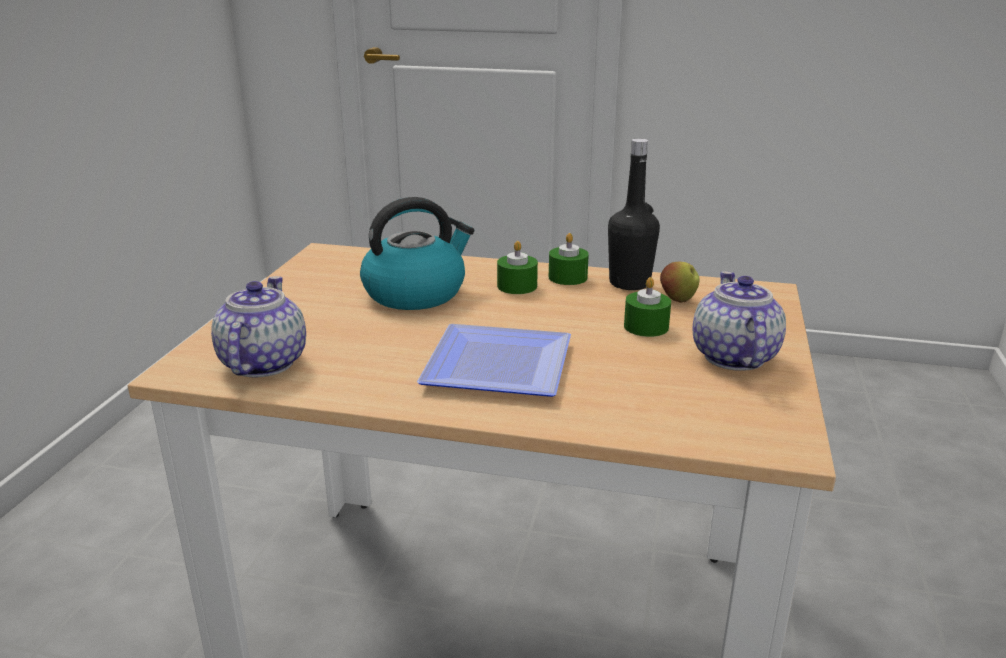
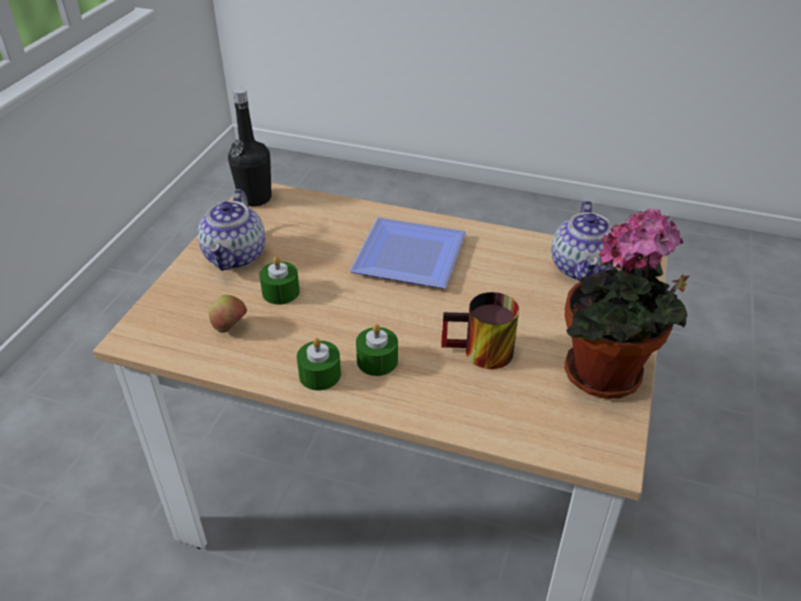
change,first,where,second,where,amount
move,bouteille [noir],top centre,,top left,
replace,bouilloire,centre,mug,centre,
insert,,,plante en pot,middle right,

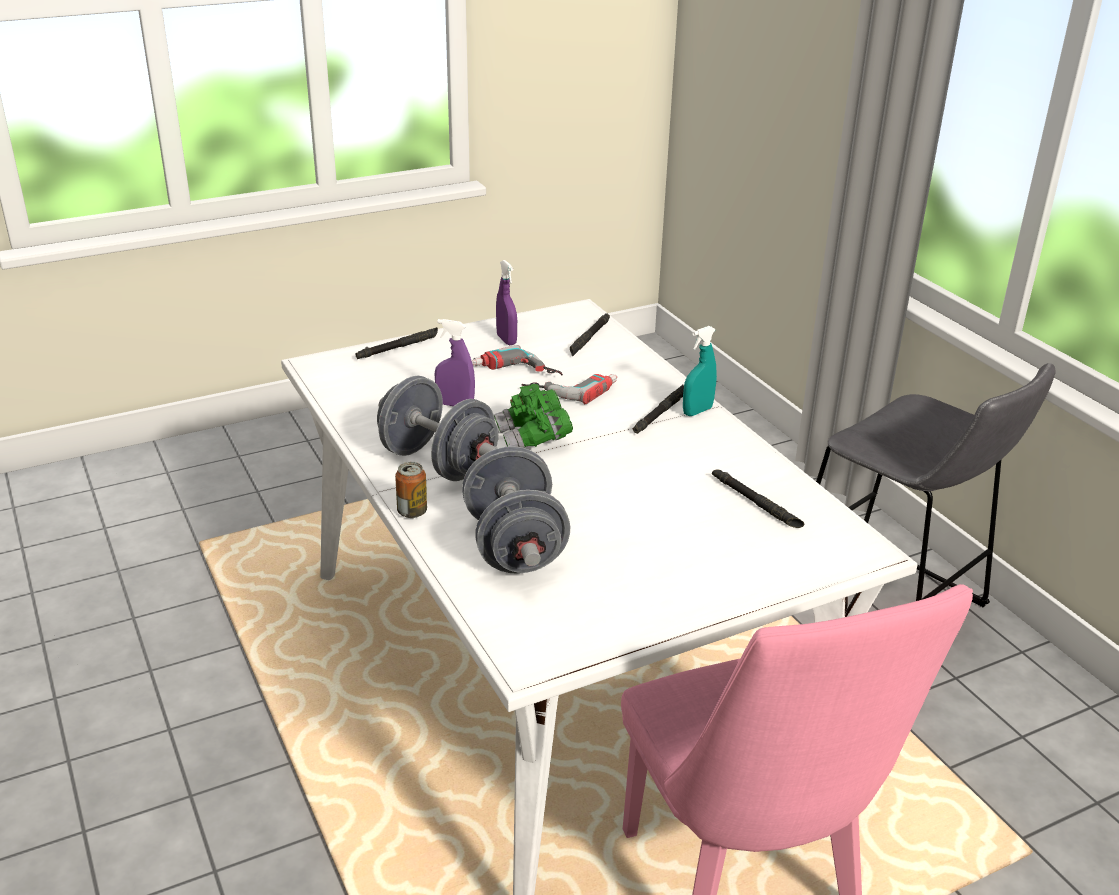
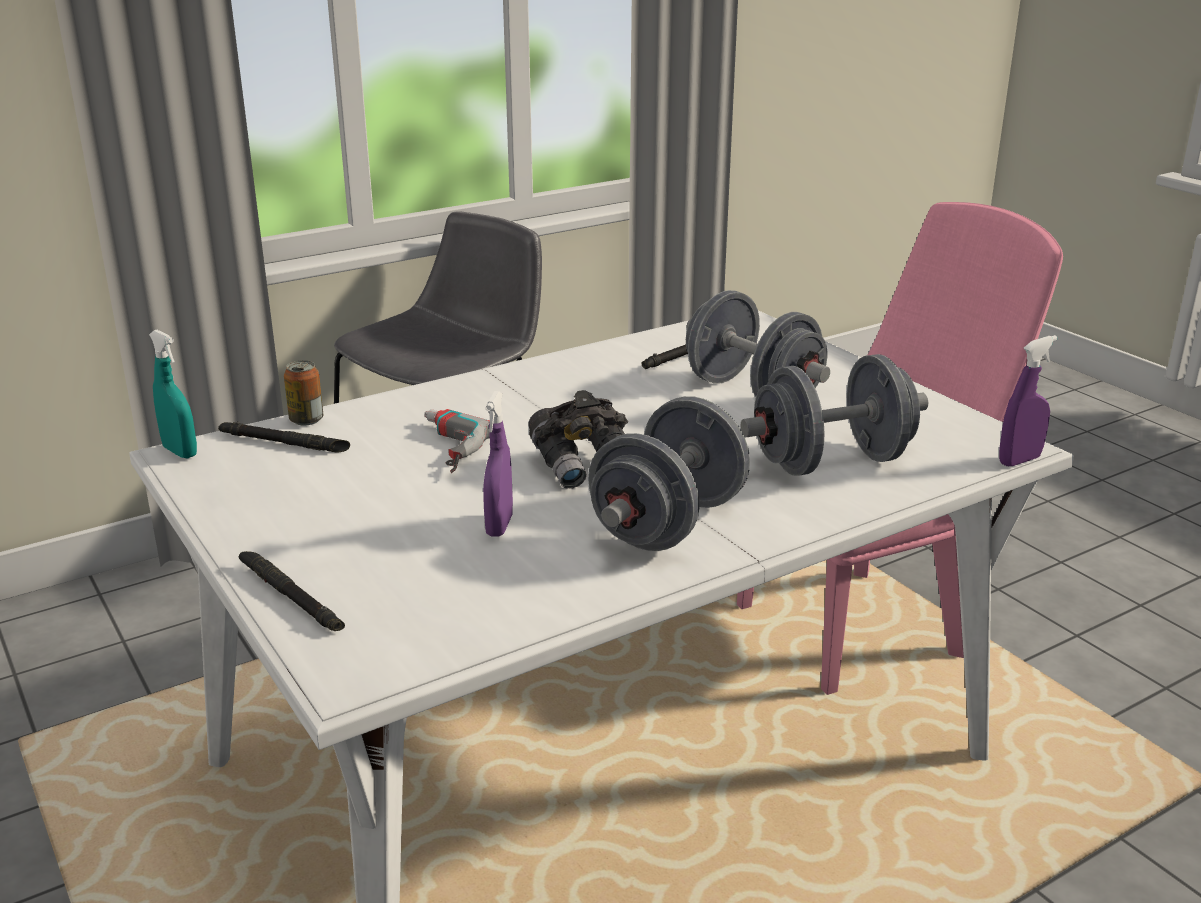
change,first,where,second,where,amount
move,vaporisateur [violet] (2nd from left),centre,,middle right,
move,vaporisateur [turquoise],centre,,middle left,
delete,perceuse (1st from left),centre,,,
recolor,jumelles [vert],centre,jumelles [gris],centre,
delete,lampe de poche [noir] (3rd from left),centre,,,
move,boîte métallique,centre,,middle left,
insert,,,haltère [gris] (2nd from left),centre,

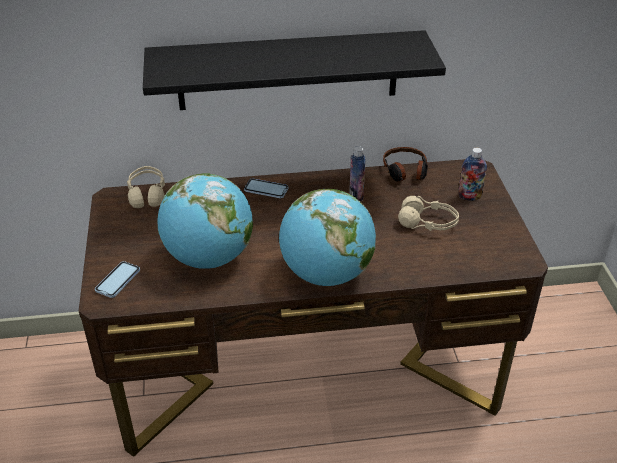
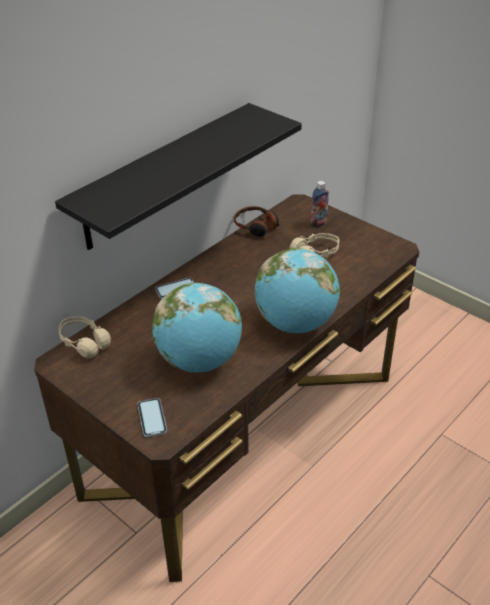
change,first,where,second,where,amount
delete,bouteille (1st from left),centre,,,

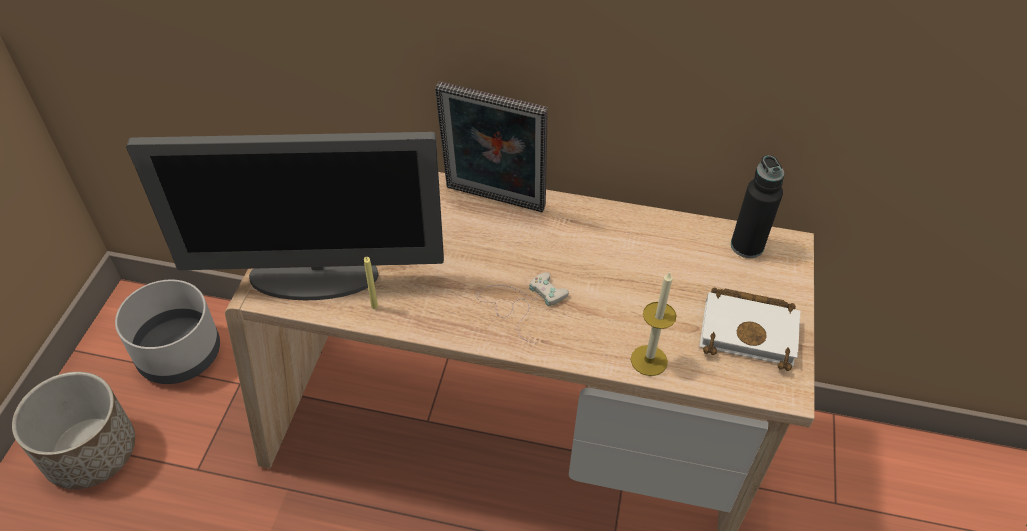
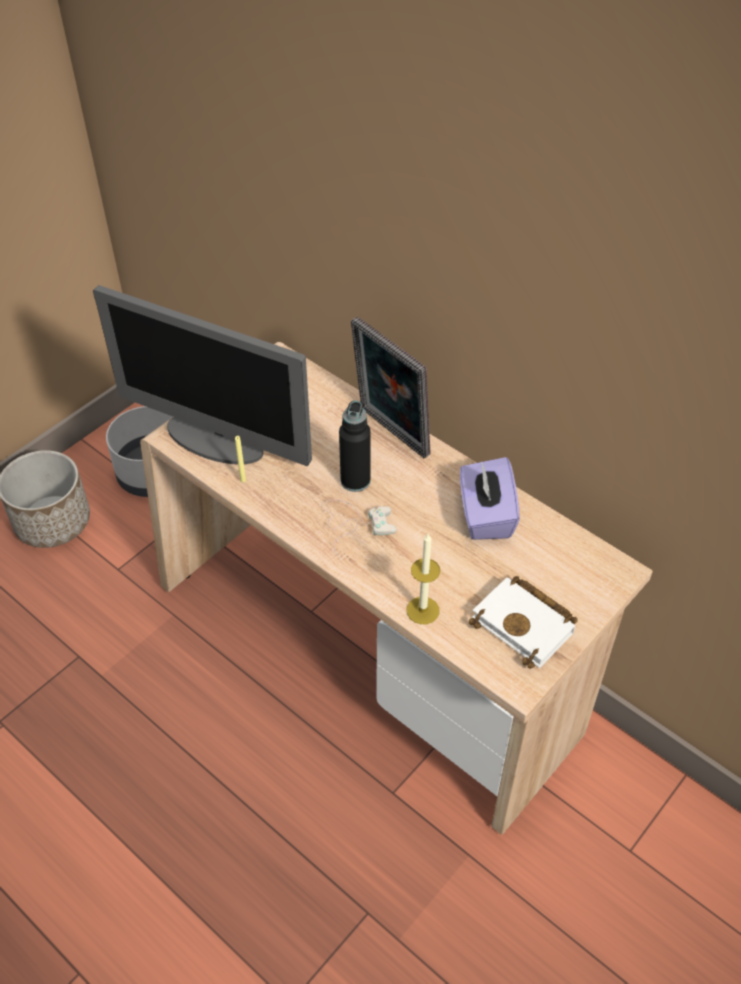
change,first,where,second,where,amount
move,bouteille [noir],middle right,,centre,
insert,,,boîte à mouchoirs [violet],centre,

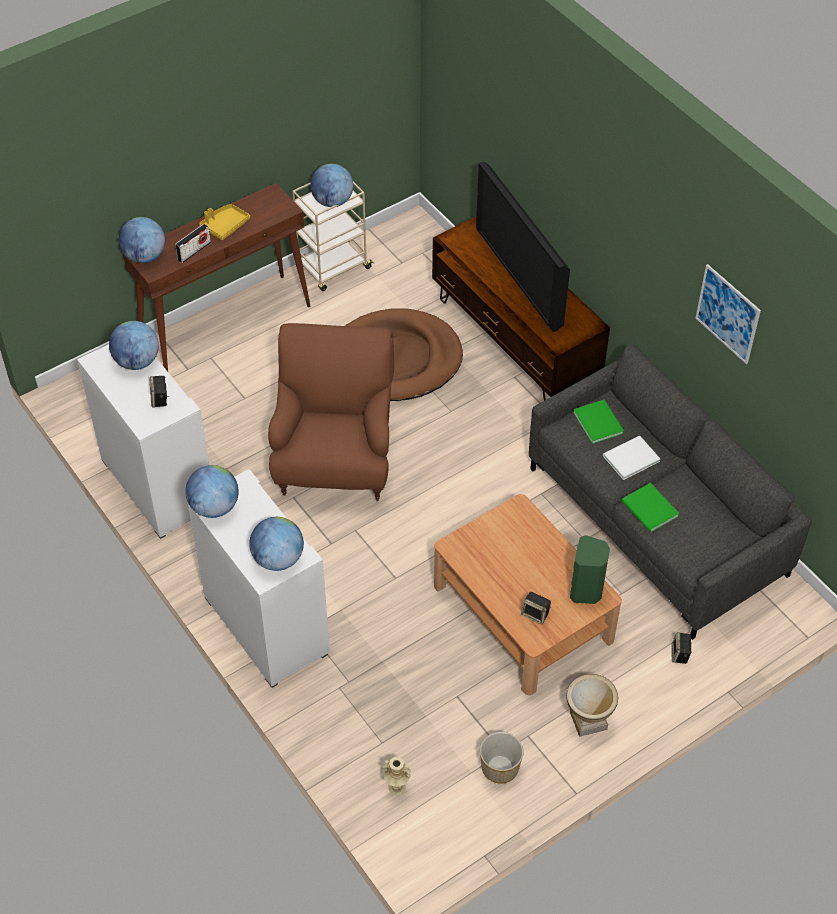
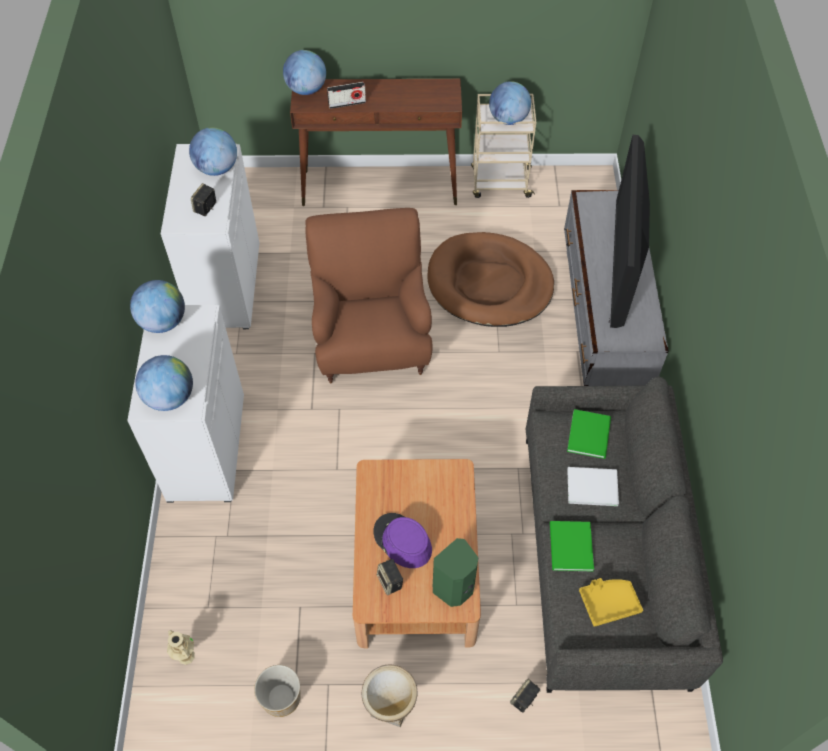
change,first,where,second,where,amount
move,plateau [jaune],top left,,bottom right,
recolor,meuble télé [marron],centre,meuble télé [gris],middle right,
delete,tableau,middle right,,,
rotate,fauteuil [marron],centre,,centre,45 degrees counterclockwise
insert,,,chapeau [violet],bottom centre,

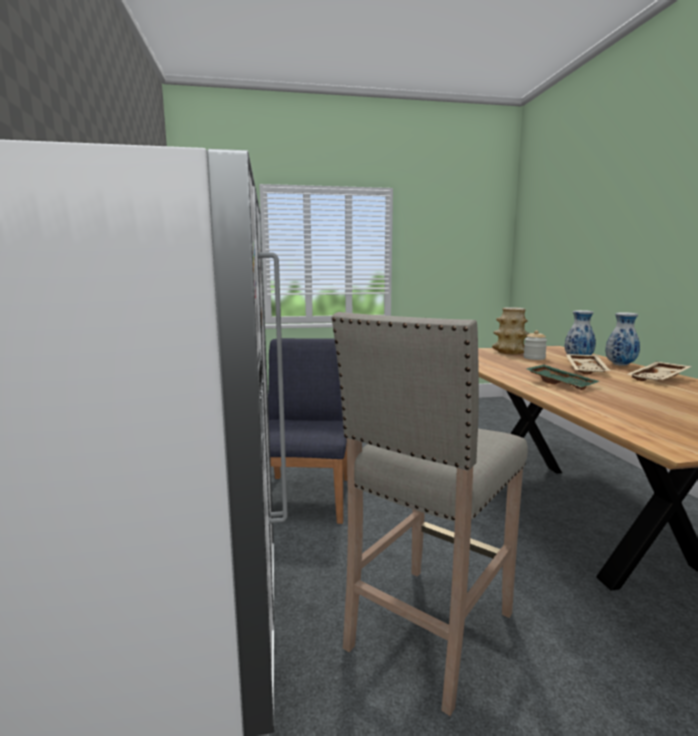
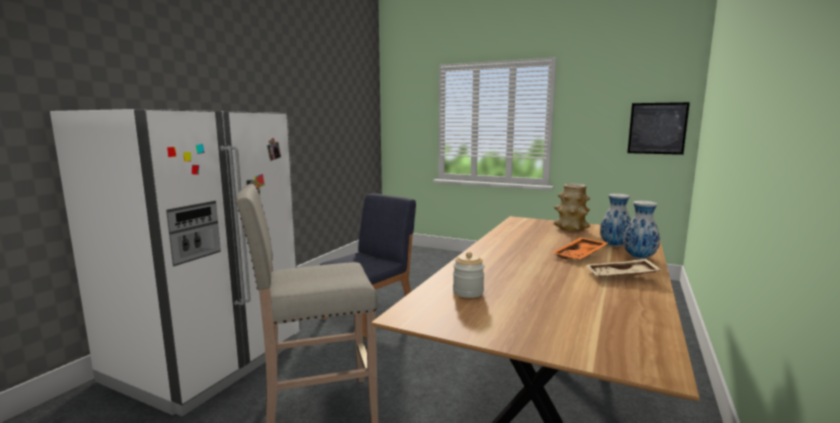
change,first,where,second,where,amount
move,bocal,middle right,,centre,
recolor,plateau [beige] (1st from left),middle right,plateau [orange],middle right,
delete,plateau [vert],middle right,,,
insert,,,tableau,top right,

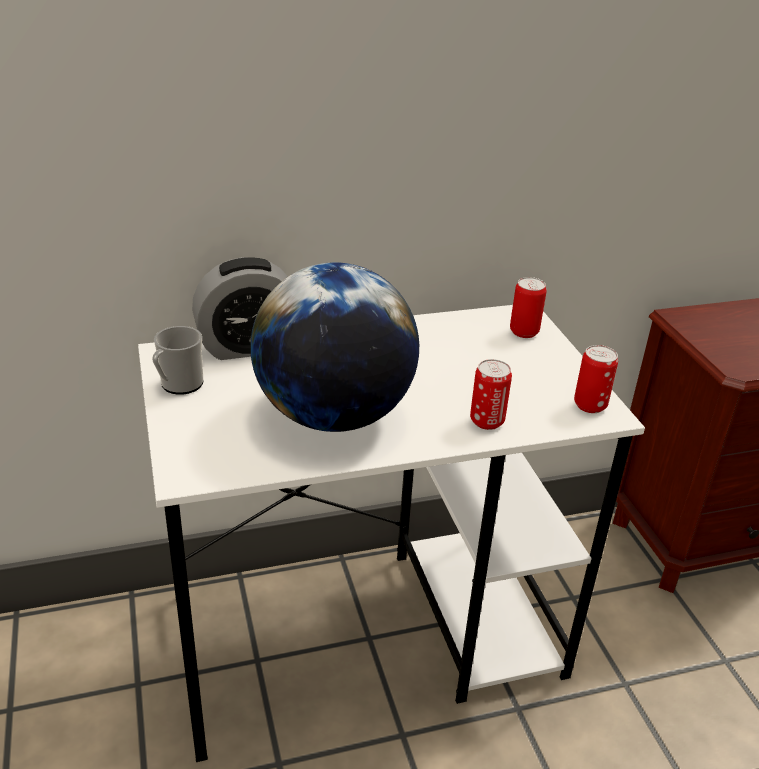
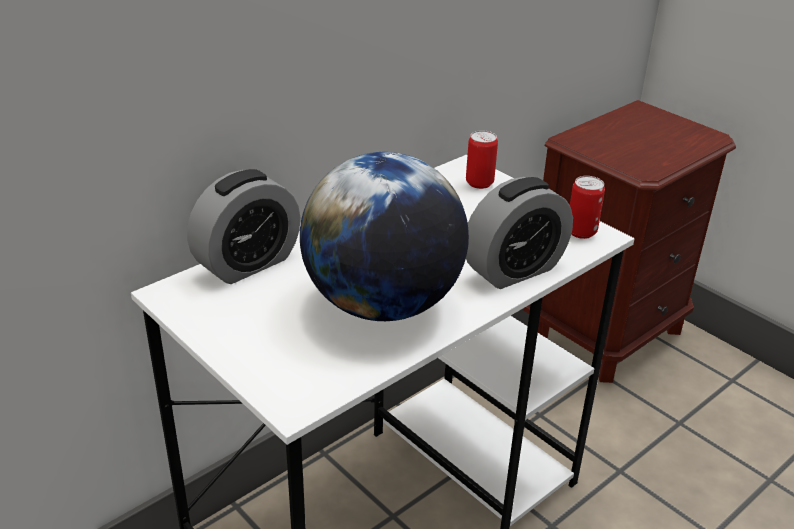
change,first,where,second,where,amount
delete,mug,middle left,,,
replace,boîte métallique (1st from left),centre,réveil (2nd from left),centre,

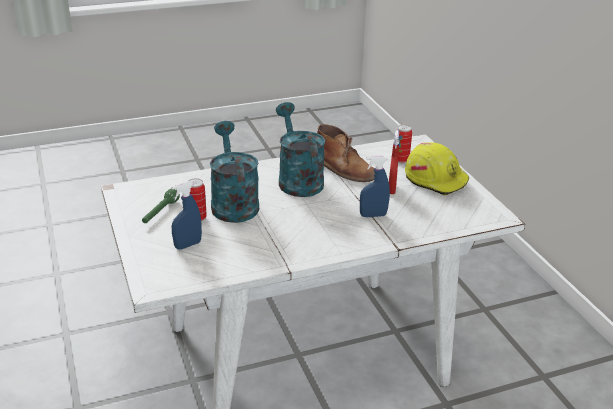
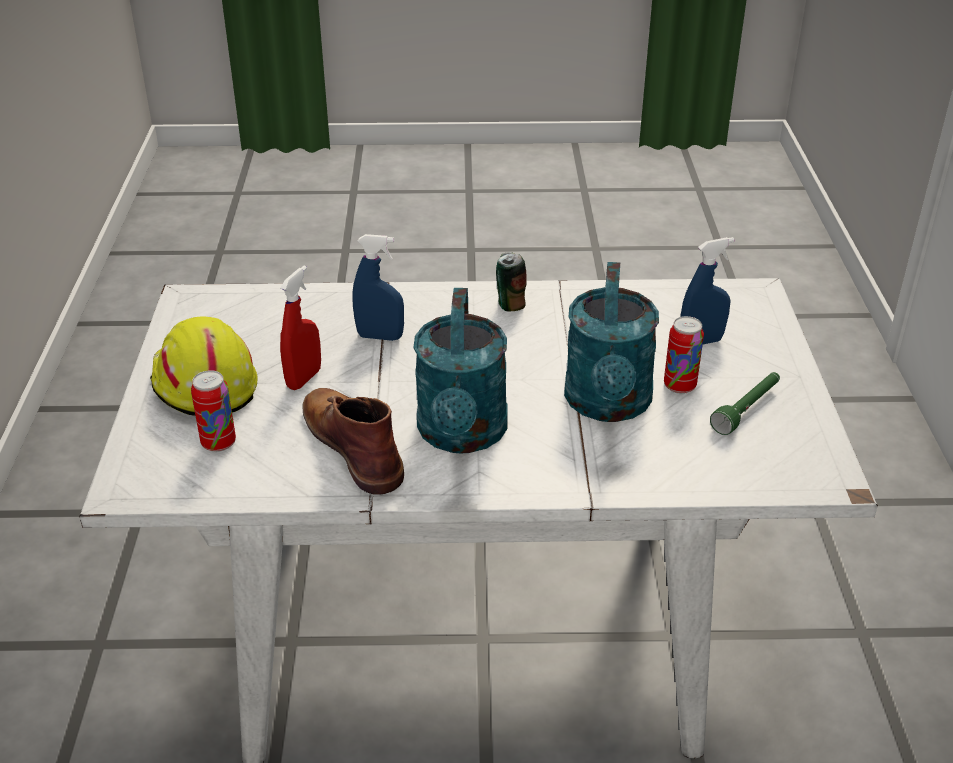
change,first,where,second,where,amount
insert,,,boîte métallique (2nd from left),centre,

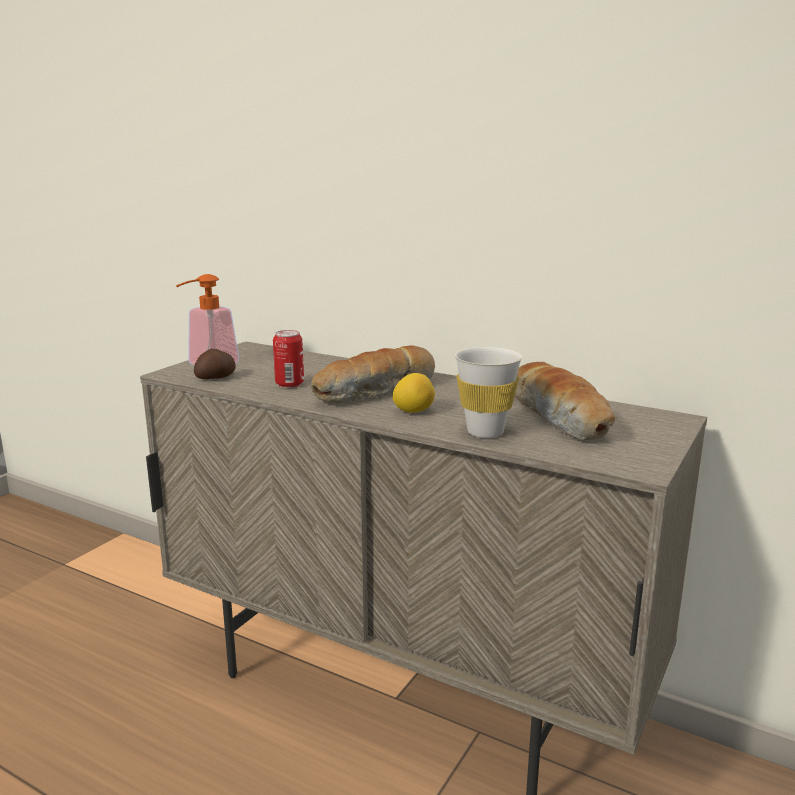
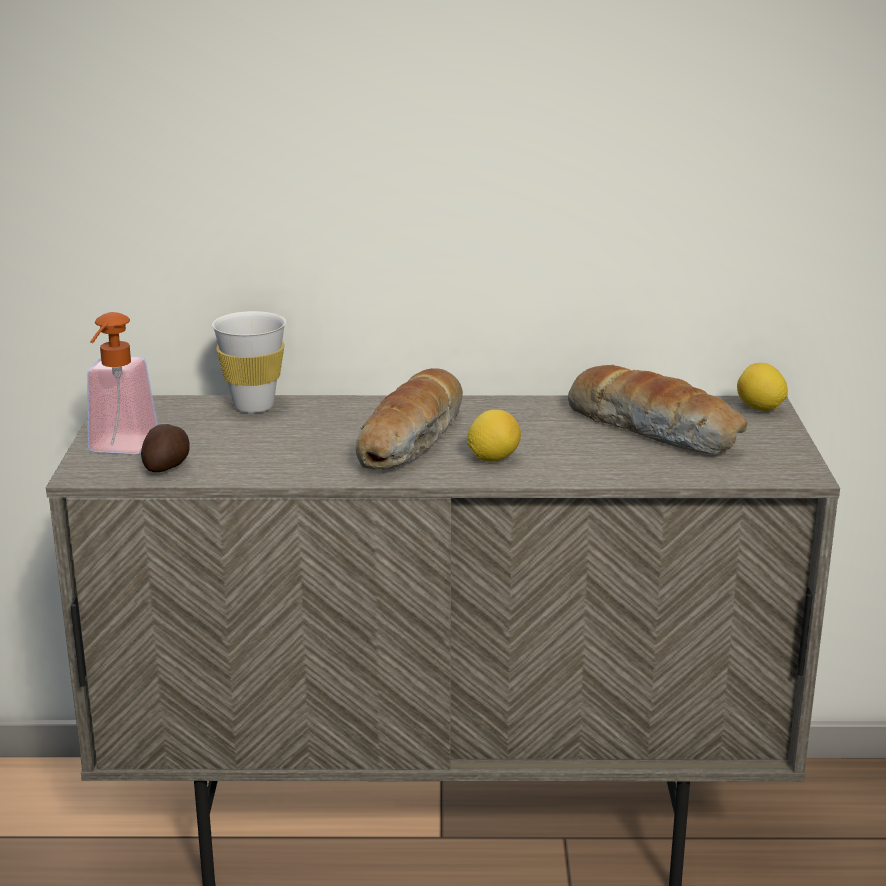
change,first,where,second,where,amount
delete,boîte métallique,centre,,,
move,tasse [blanc],centre,,middle left,
insert,,,citron (2nd from left),middle right,

